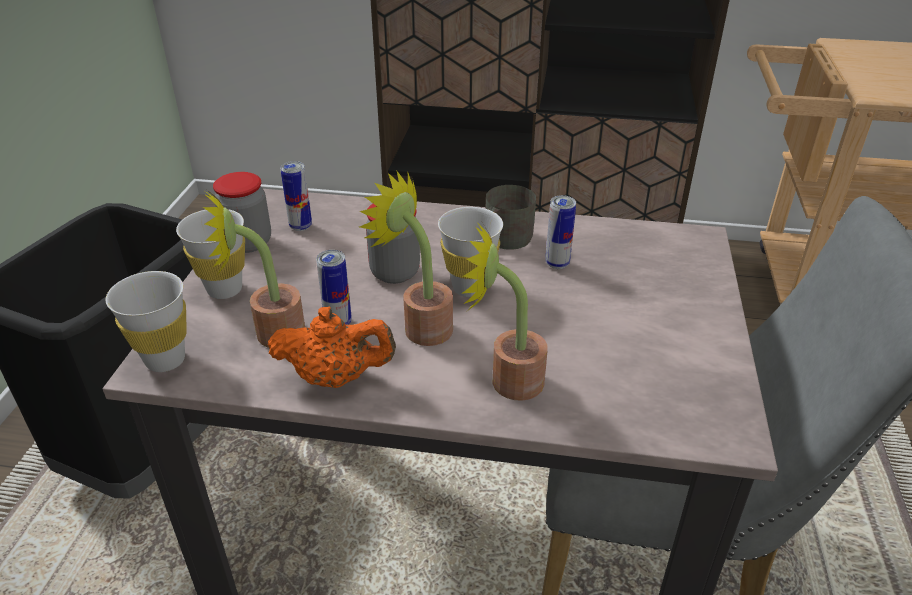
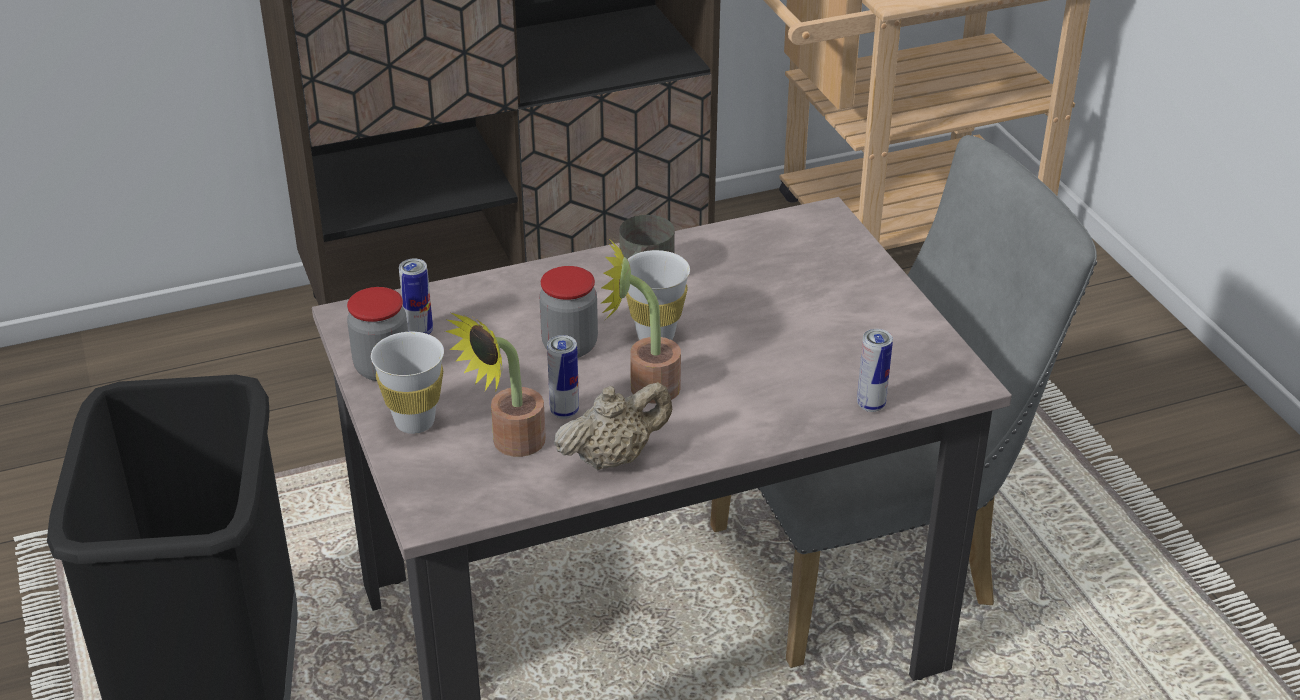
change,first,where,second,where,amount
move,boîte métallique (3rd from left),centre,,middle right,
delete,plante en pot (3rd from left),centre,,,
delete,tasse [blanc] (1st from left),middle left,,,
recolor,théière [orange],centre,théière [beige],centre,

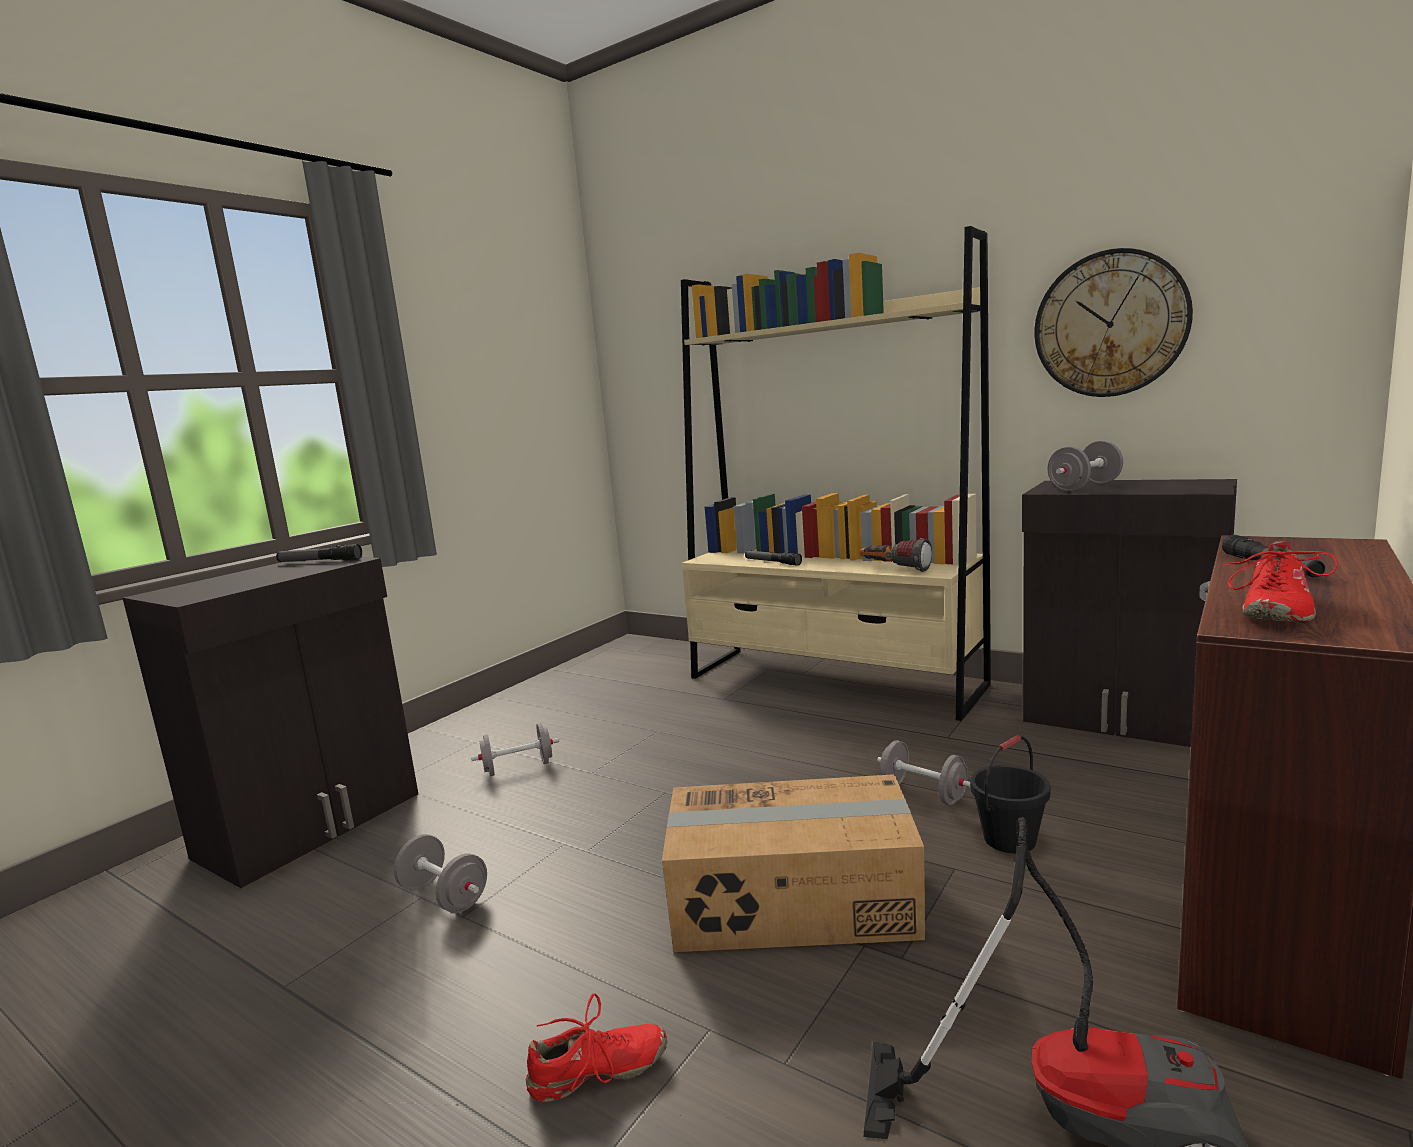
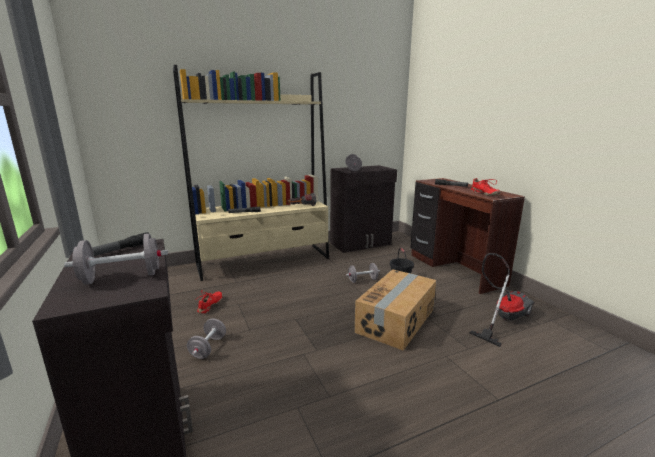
change,first,where,second,where,amount
delete,horloge murale,top right,,,
move,haltère [gris] (1st from left),bottom left,,middle left,
move,chaussure [rouge] (1st from left),bottom centre,,middle left,

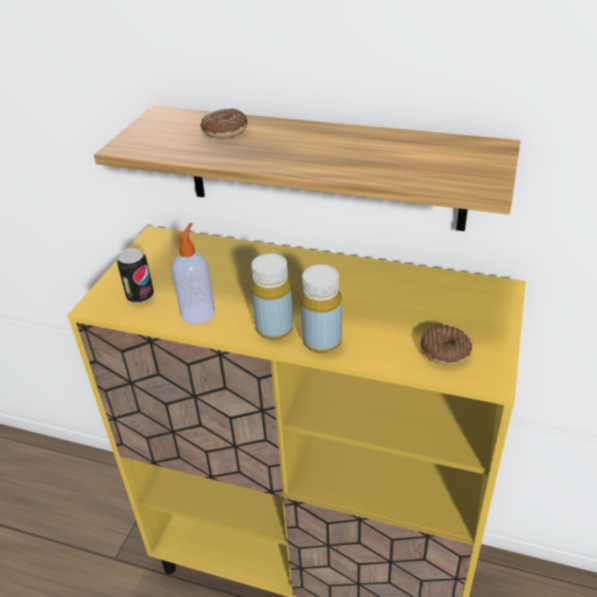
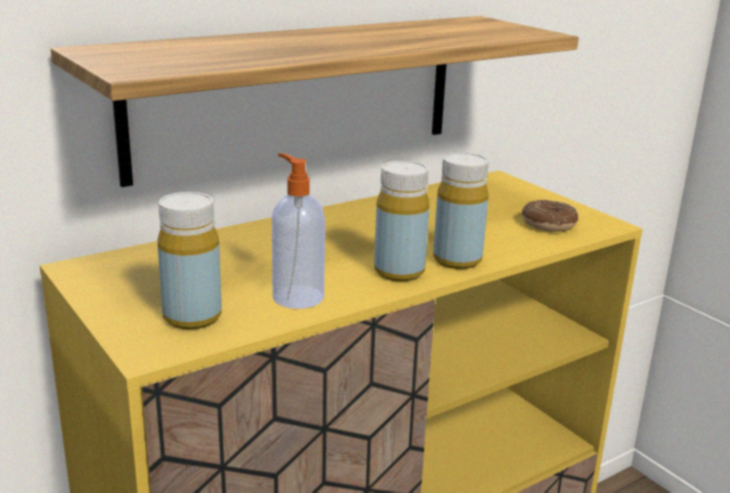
change,first,where,second,where,amount
delete,beignet (1st from left),top centre,,,
replace,boîte métallique,middle left,bouteille [jaune] (1st from left),middle left,

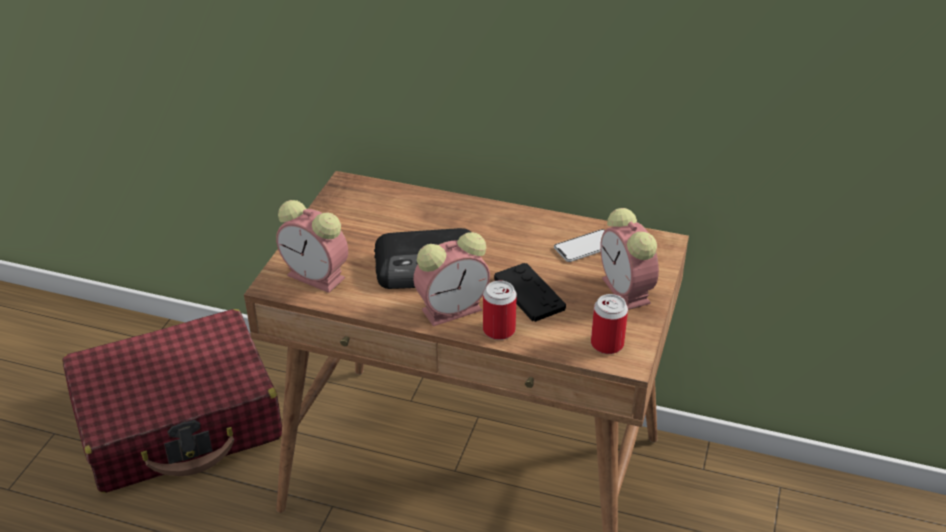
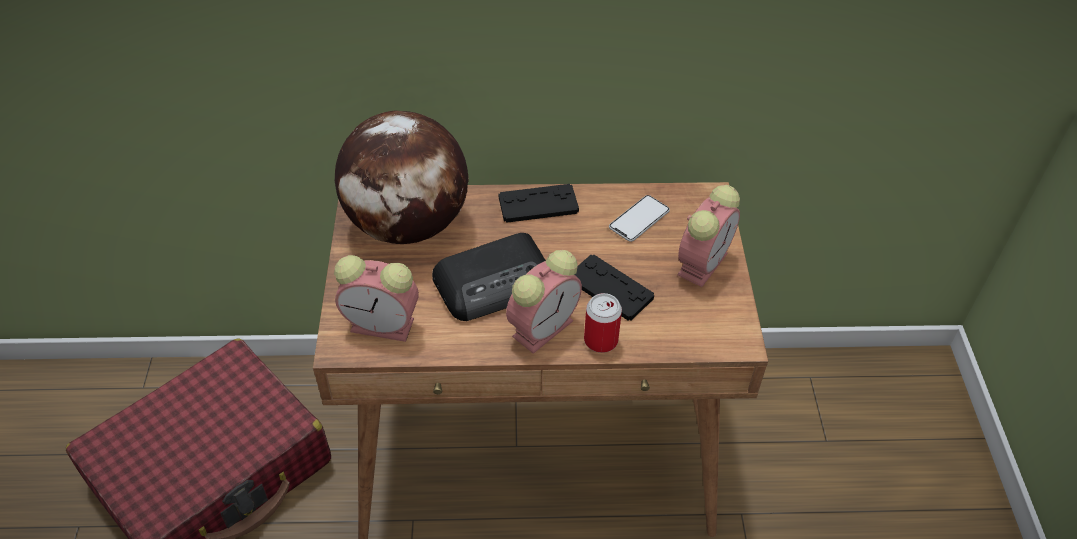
change,first,where,second,where,amount
rotate,réveil (3rd from left),centre,,centre,105 degrees counterclockwise
delete,boîte métallique (2nd from left),centre,,,
insert,,,globe,top centre,
insert,,,manette [noir] (1st from left),centre,

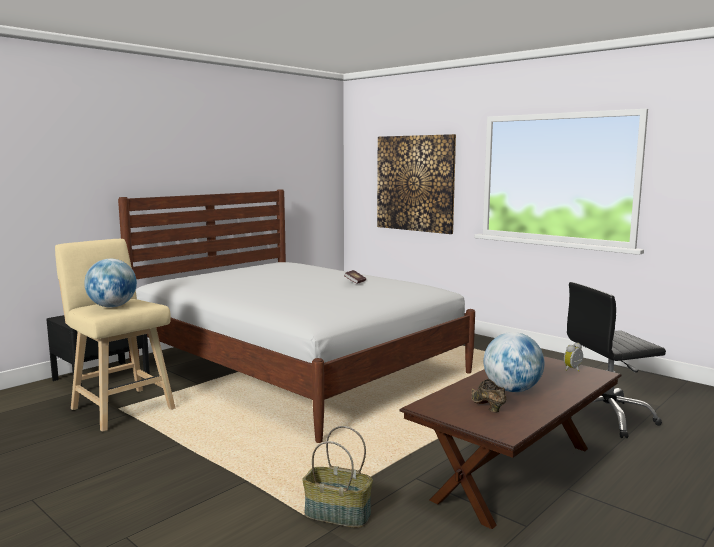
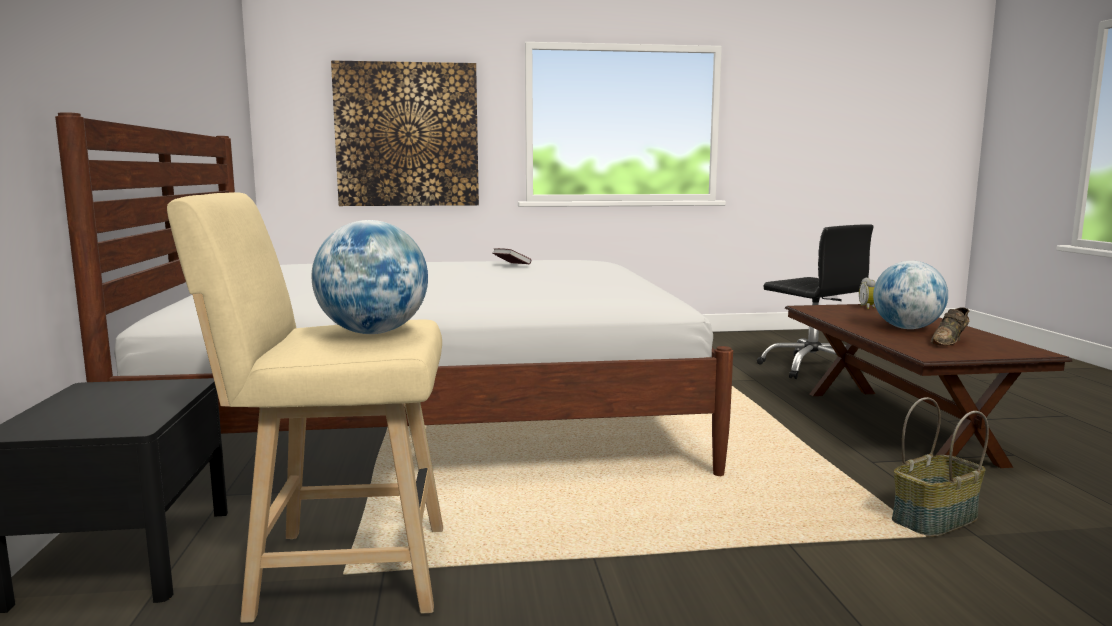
change,first,where,second,where,amount
rotate,chaise de bureau [noir],middle right,,middle right,60 degrees counterclockwise
rotate,chaussure [marron],bottom right,,middle right,60 degrees counterclockwise

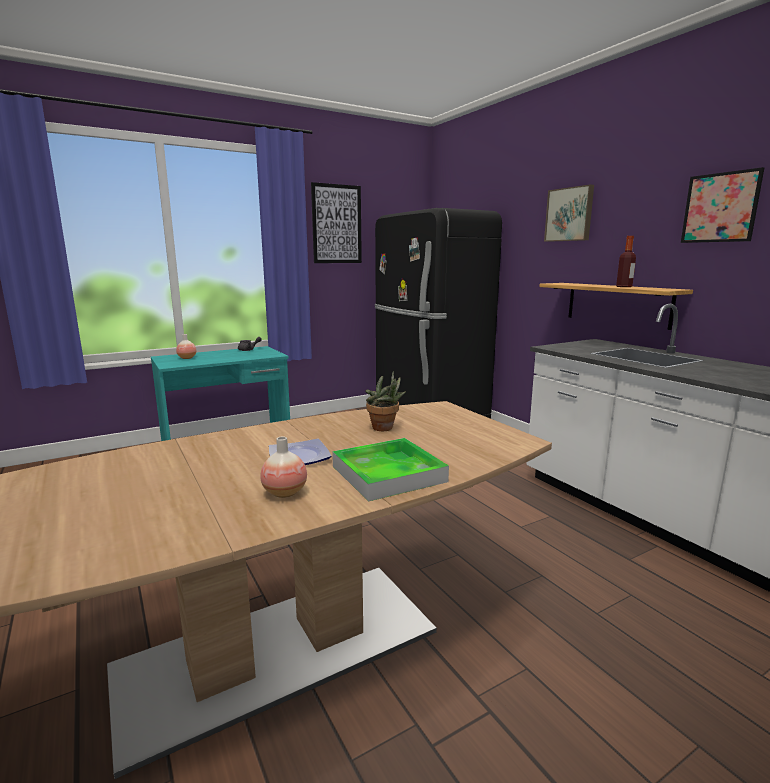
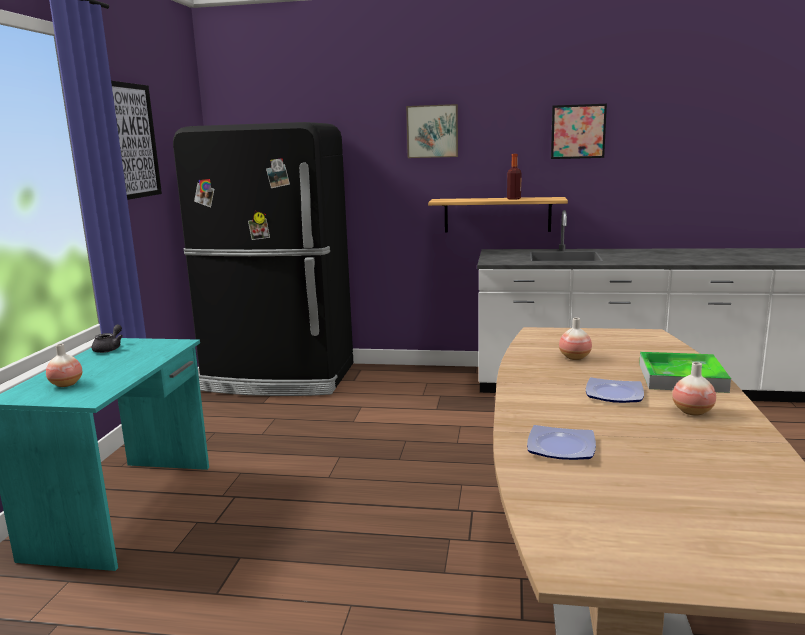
change,first,where,second,where,amount
replace,plante en pot,centre,vase (2nd from left),middle right,
insert,,,assiette (1st from left),bottom right,

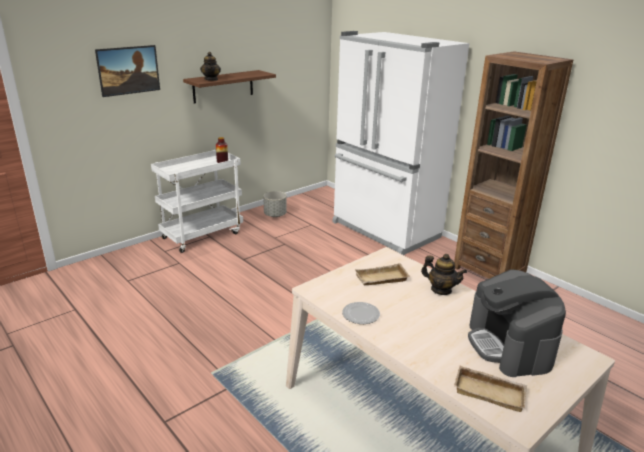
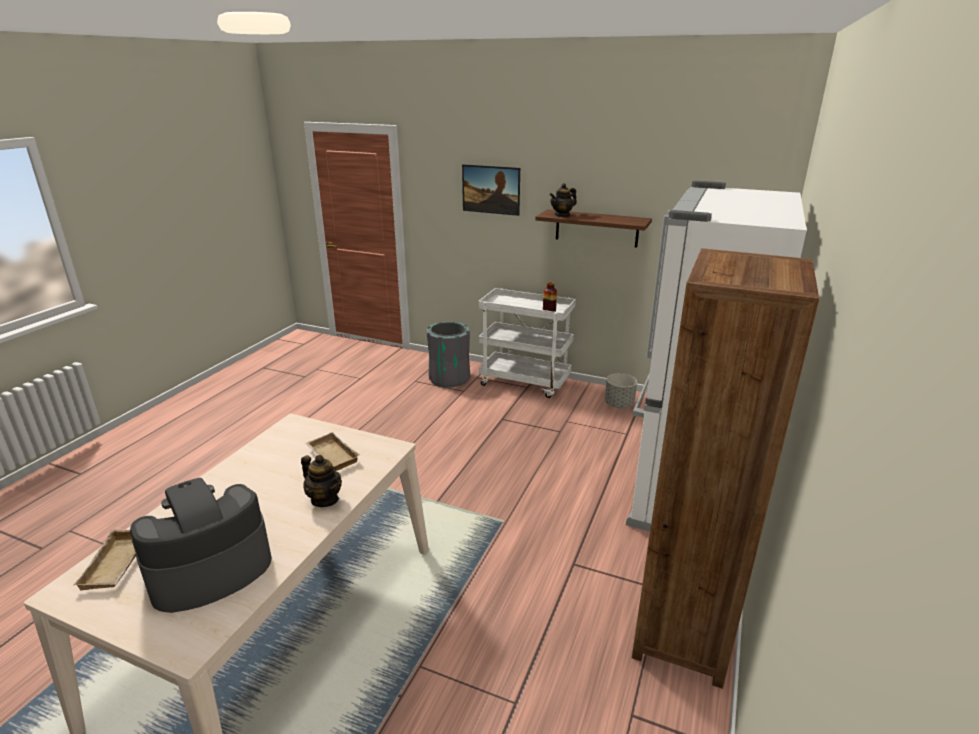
change,first,where,second,where,amount
rotate,théière (2nd from left in the first image),middle right,théière (1st from left),middle left,60 degrees counterclockwise
delete,assiette,bottom centre,,,
insert,,,poubelle [gris],centre,

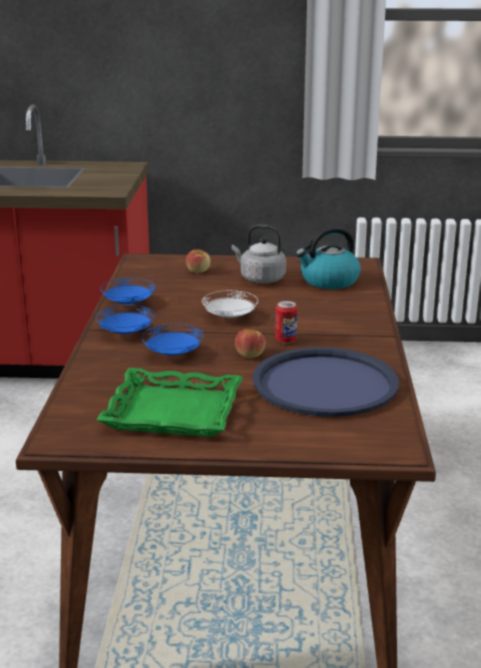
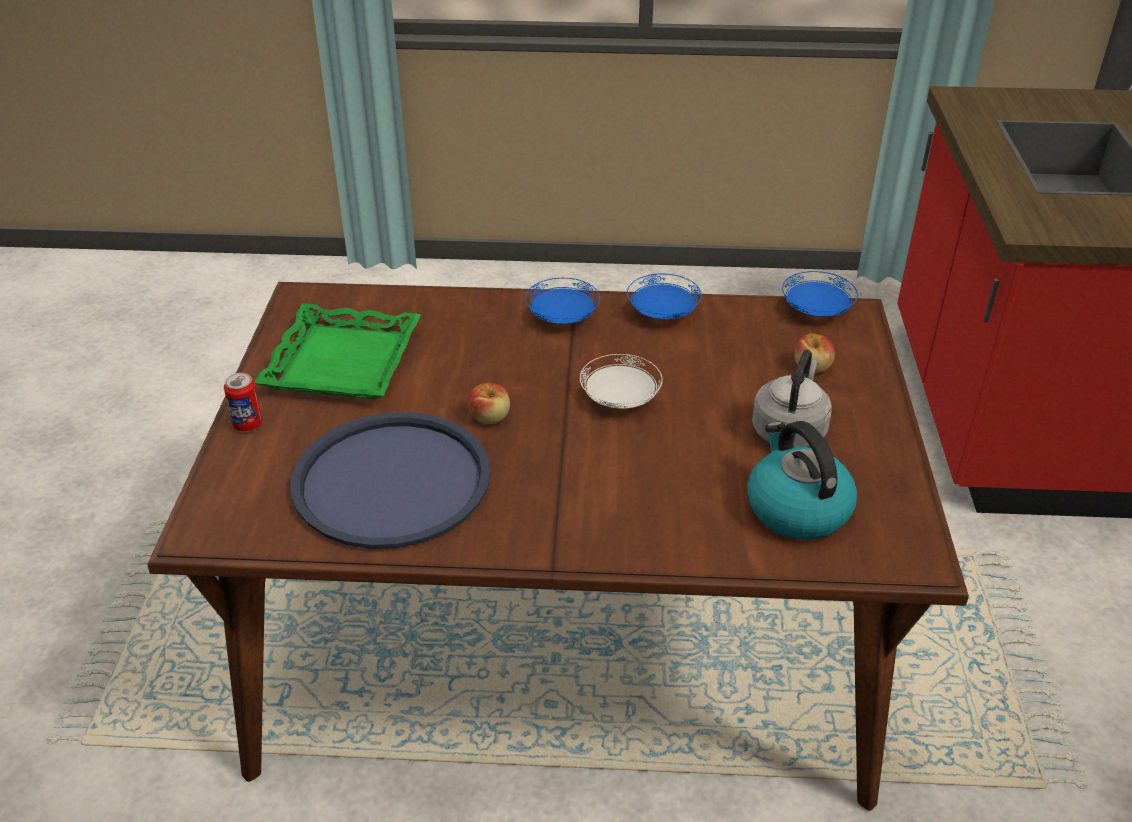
change,first,where,second,where,amount
move,boîte métallique,centre,,middle left,
move,assiette [bleu] (3rd from left),centre,,middle right,

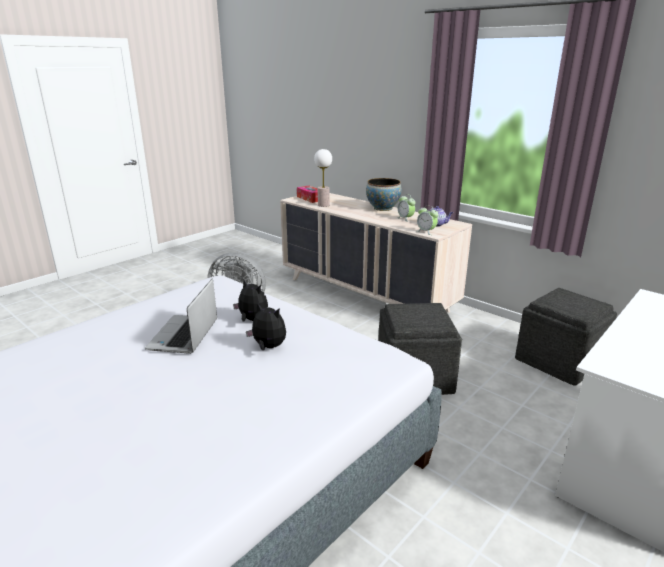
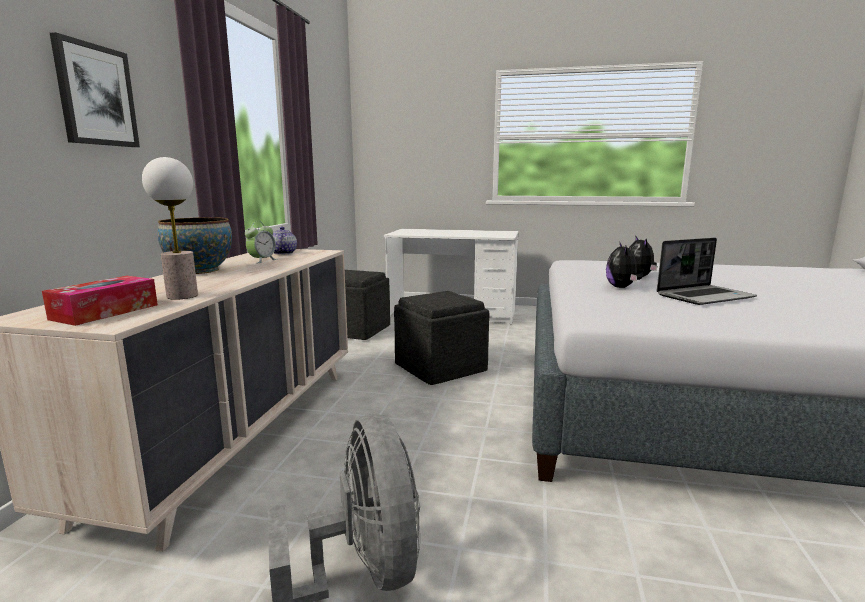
change,first,where,second,where,amount
delete,réveil (2nd from left),centre,,,
insert,,,tableau,top left,

